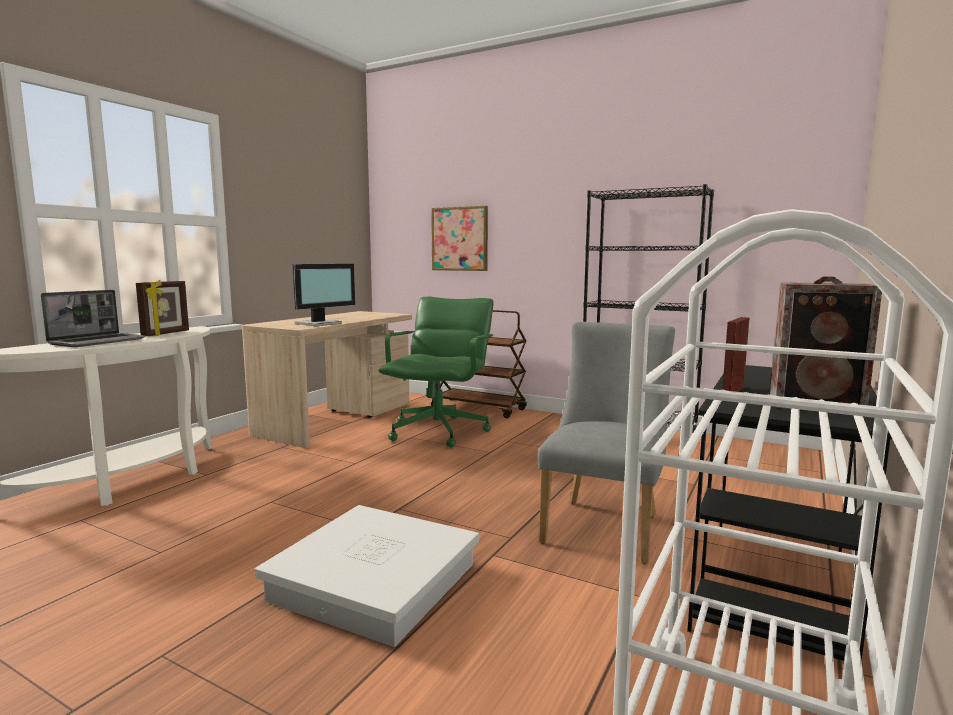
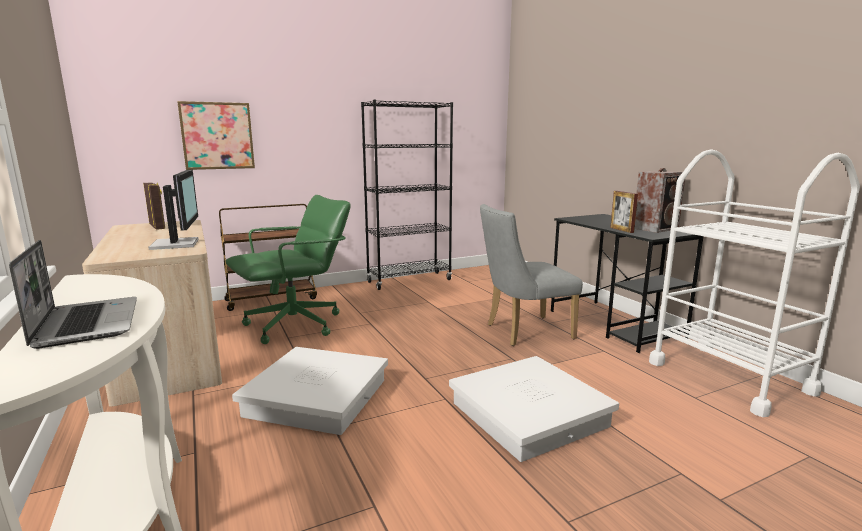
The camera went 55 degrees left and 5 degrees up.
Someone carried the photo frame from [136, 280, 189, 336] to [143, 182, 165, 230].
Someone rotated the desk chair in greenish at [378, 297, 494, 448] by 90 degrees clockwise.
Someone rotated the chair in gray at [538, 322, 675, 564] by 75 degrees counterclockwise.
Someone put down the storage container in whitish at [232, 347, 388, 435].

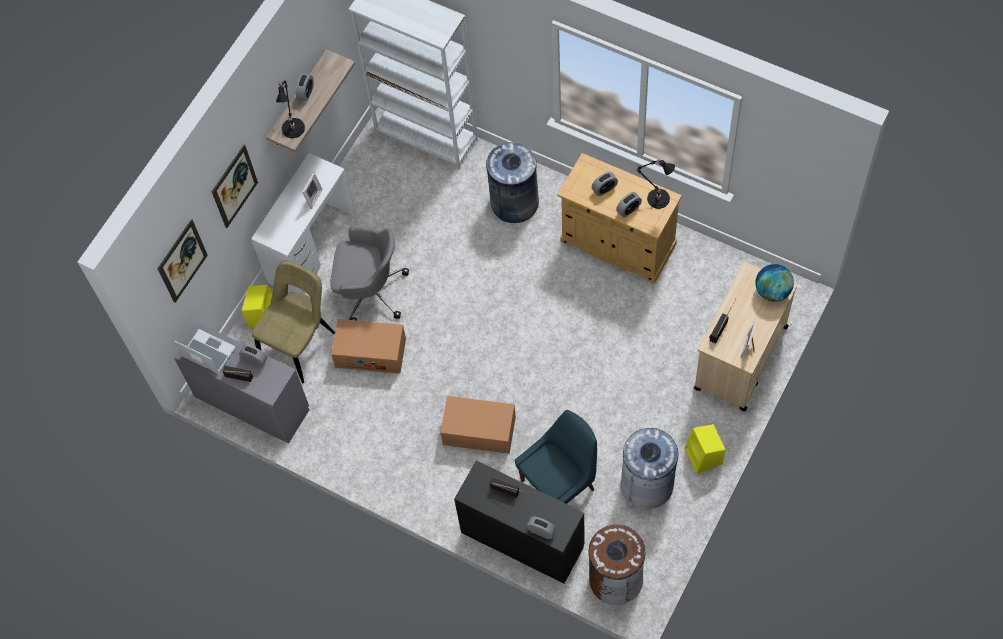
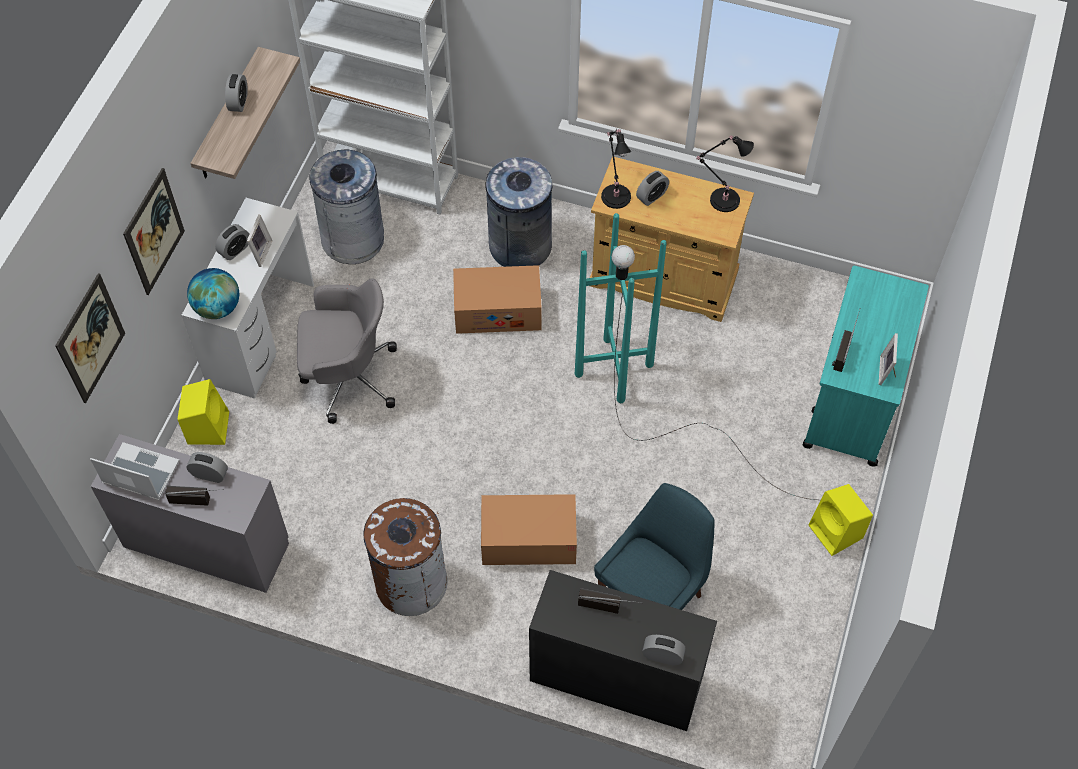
The camera went 15 degrees left and 5 degrees down.
Someone took away the chair in beige at [252, 261, 335, 383].
Someone carried the tabletop lamp in black from [276, 80, 305, 138] to [601, 129, 631, 209].
Someone carried the carton from [331, 319, 406, 374] to [453, 265, 542, 334].
Someone carried the waste bin in brownish from [589, 525, 645, 605] to [364, 498, 448, 616].
Someone carried the table clock from [616, 192, 642, 218] to [215, 224, 250, 260].
Someone carried the waste bin in gray from [621, 428, 678, 509] to [309, 150, 384, 264].
Someone repainted the wheeled cart in beige at [694, 262, 797, 411], which became the wheeled cart in turquoise at [803, 266, 929, 467].
Someone carried the desk globe from [755, 264, 794, 302] to [187, 268, 239, 319].
Someone put down the standing lamp in turquoise at [575, 213, 817, 500].

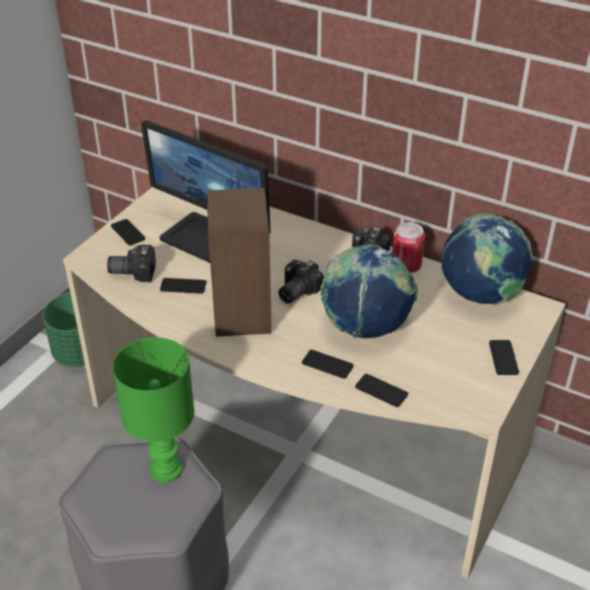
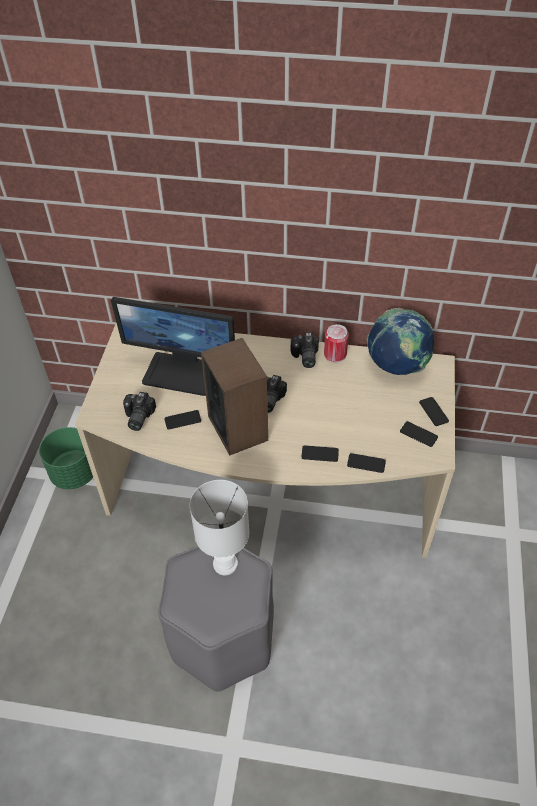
The camera went 20 degrees left and 10 degrees up.
Someone rotated the still camera at [107, 245, 156, 282] by 60 degrees counterclockwise.
Someone carried the handset from [111, 219, 145, 245] to [400, 421, 438, 447].
Someone repainted the tabletop lamp in greenish at [113, 337, 195, 483], which became the tabletop lamp in whitish at [190, 480, 249, 575].
Someone took away the desk globe at [321, 244, 418, 339].

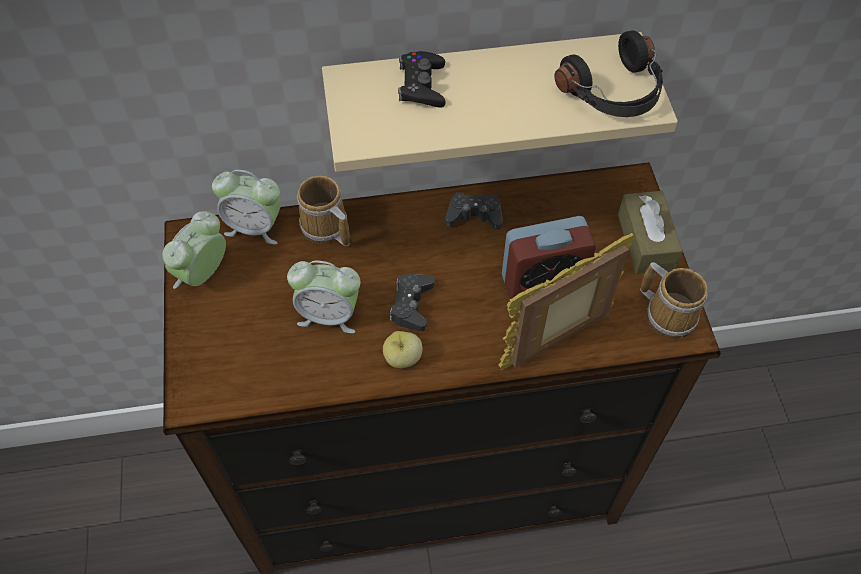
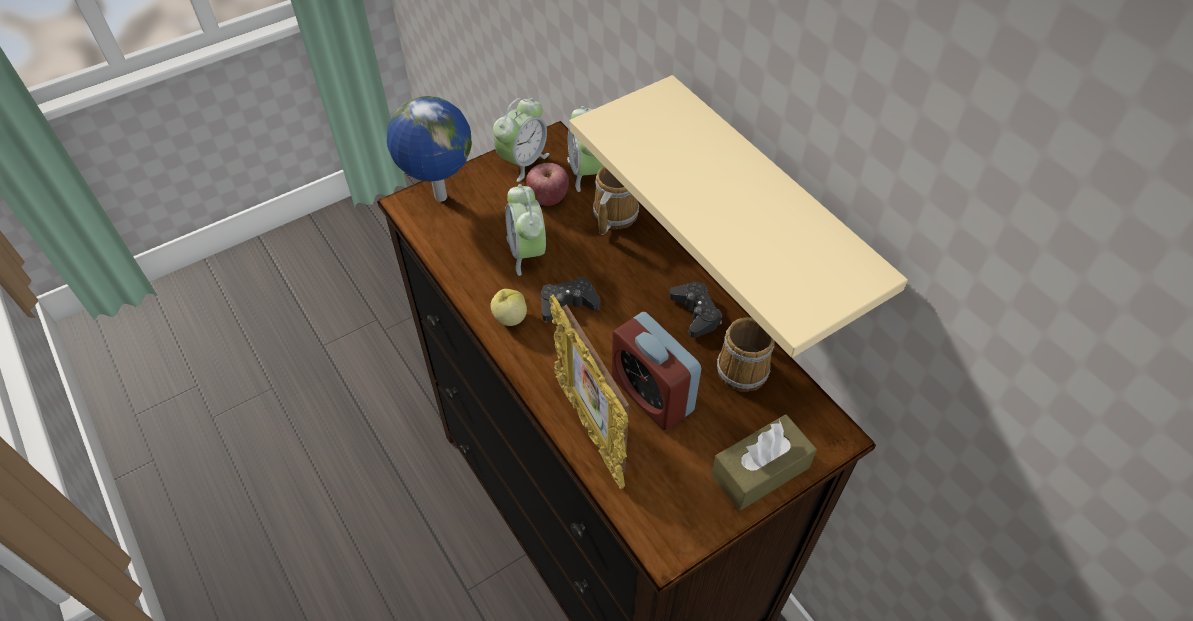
The camera went 65 degrees right and 5 degrees down.
Someone rotated the table clock at [162, 211, 226, 289] by 120 degrees clockwise.
Someone took away the joypad in black at [398, 51, 445, 108].
Someone rotated the photo frame at [499, 233, 634, 370] by 150 degrees counterclockwise.
Someone took away the pair of headphones in black at [554, 30, 663, 117].
Someone carried the coffee mug from [640, 262, 708, 339] to [717, 317, 774, 392].
Someone put down the desk globe at [387, 96, 472, 202].
Someone put down the apple fruit at [526, 163, 569, 206].

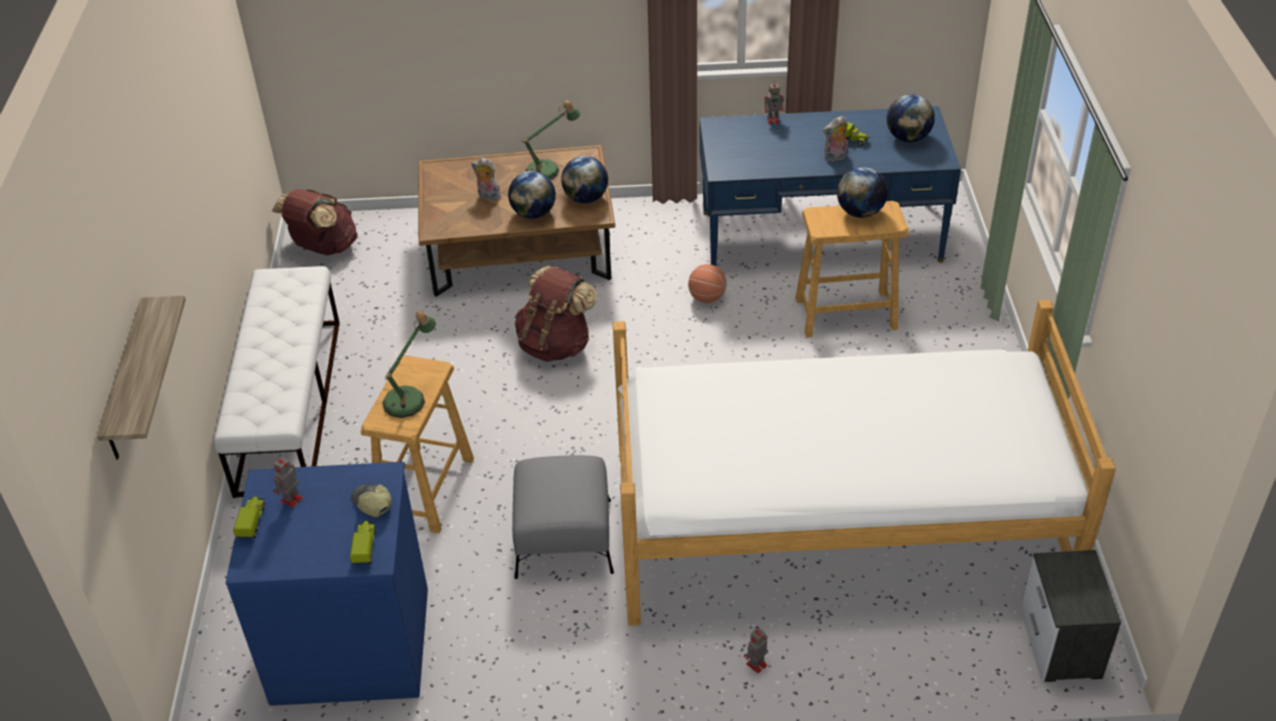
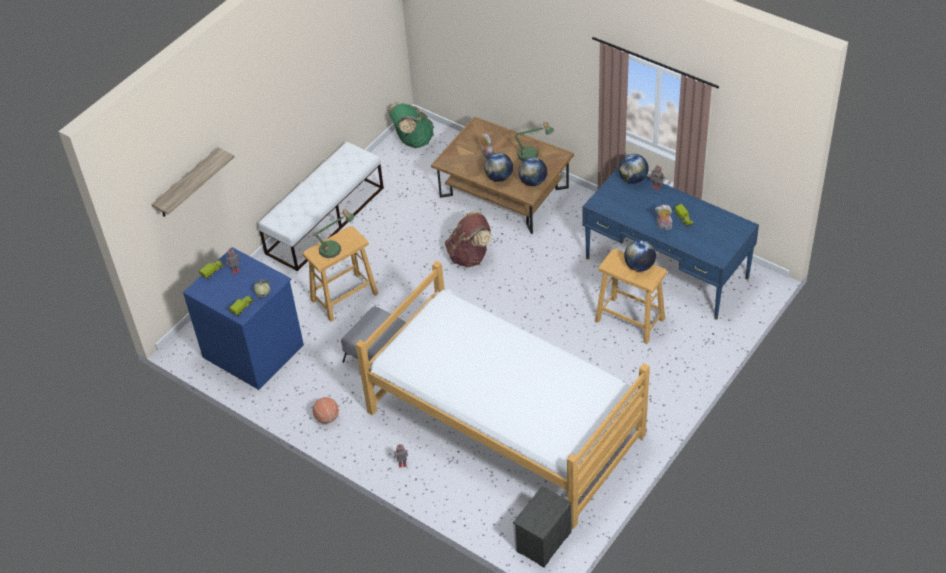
The camera went 40 degrees right and 5 degrees up.
Someone repainted the knapsack in brownish at [272, 189, 358, 255], which became the knapsack in greenish at [387, 103, 434, 148].
Someone carried the basketball from [688, 264, 727, 303] to [313, 397, 339, 424].
Someone carried the desk globe from [887, 94, 935, 142] to [618, 154, 649, 184].

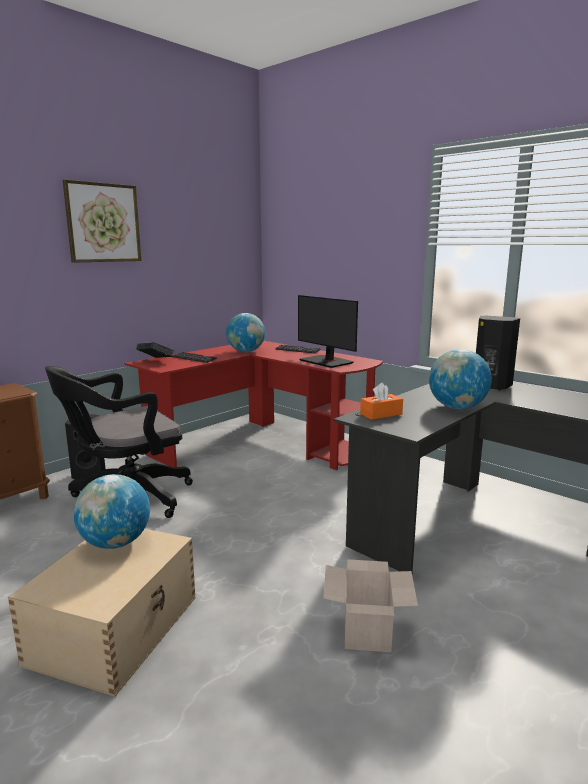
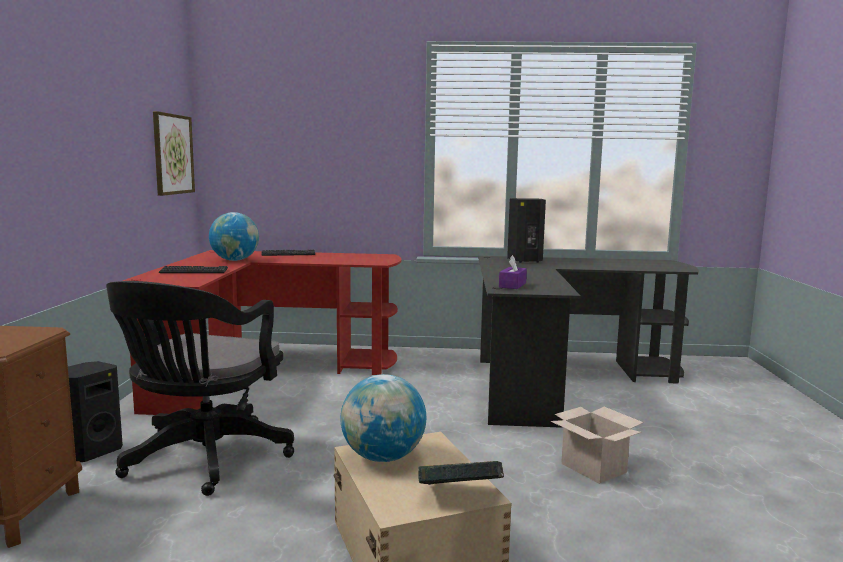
The camera went 40 degrees left and 5 degrees down.
Someone carried the wall art from [63, 180, 142, 263] to [153, 111, 195, 196].
Someone carried the book from [136, 342, 174, 358] to [418, 461, 504, 485].
Someone took away the computer screen at [298, 295, 358, 368].
Someone repainted the box of tissues in orange at [360, 383, 403, 420], which became the box of tissues in purple-coloured at [499, 255, 527, 289].
Someone took away the desk globe at [429, 349, 492, 409].

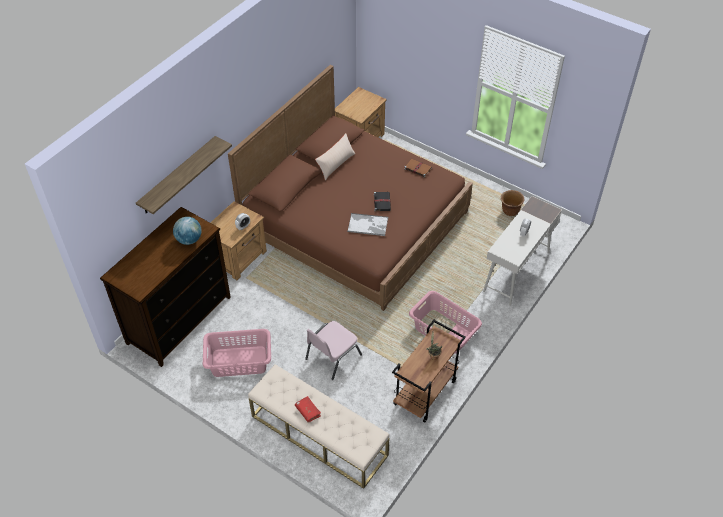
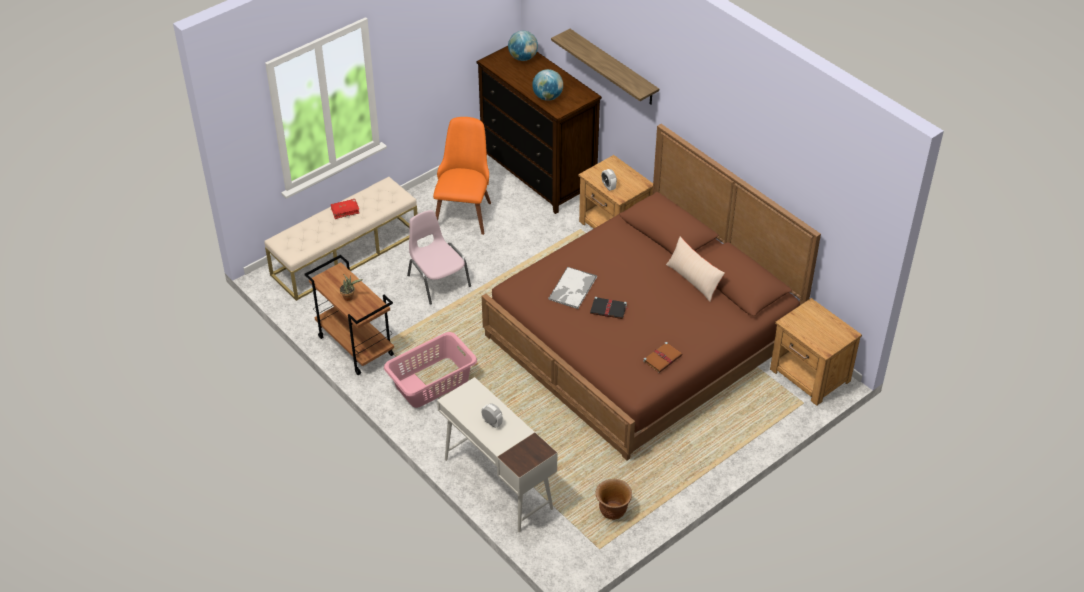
The camera went 105 degrees right and 5 degrees down.
Someone swapped the hamper in pink at [203, 329, 271, 377] for the chair in orange at [433, 117, 491, 235].
Someone put down the desk globe at [508, 31, 538, 61].

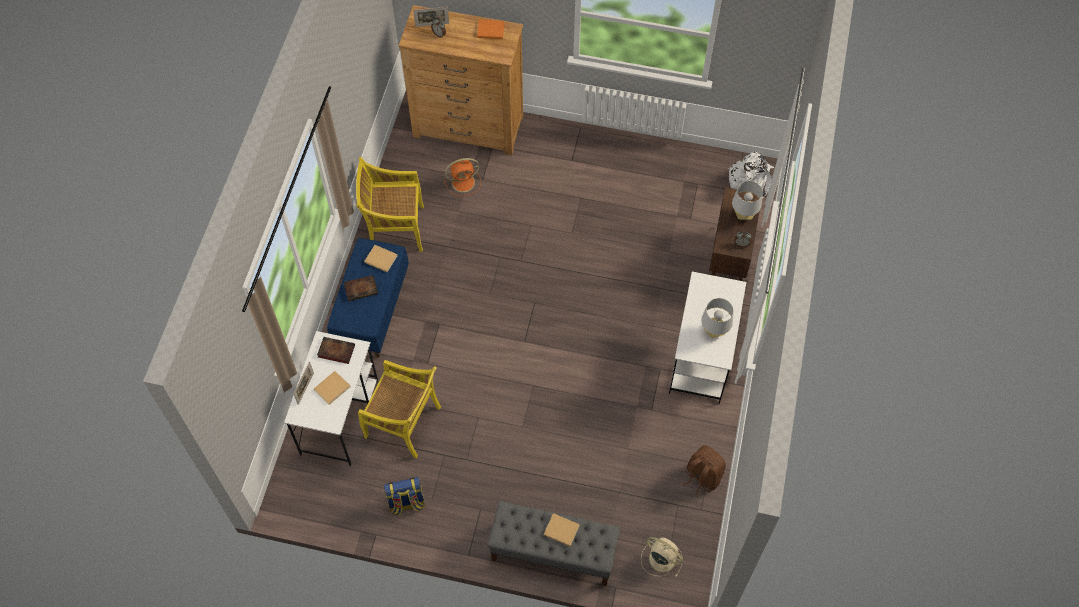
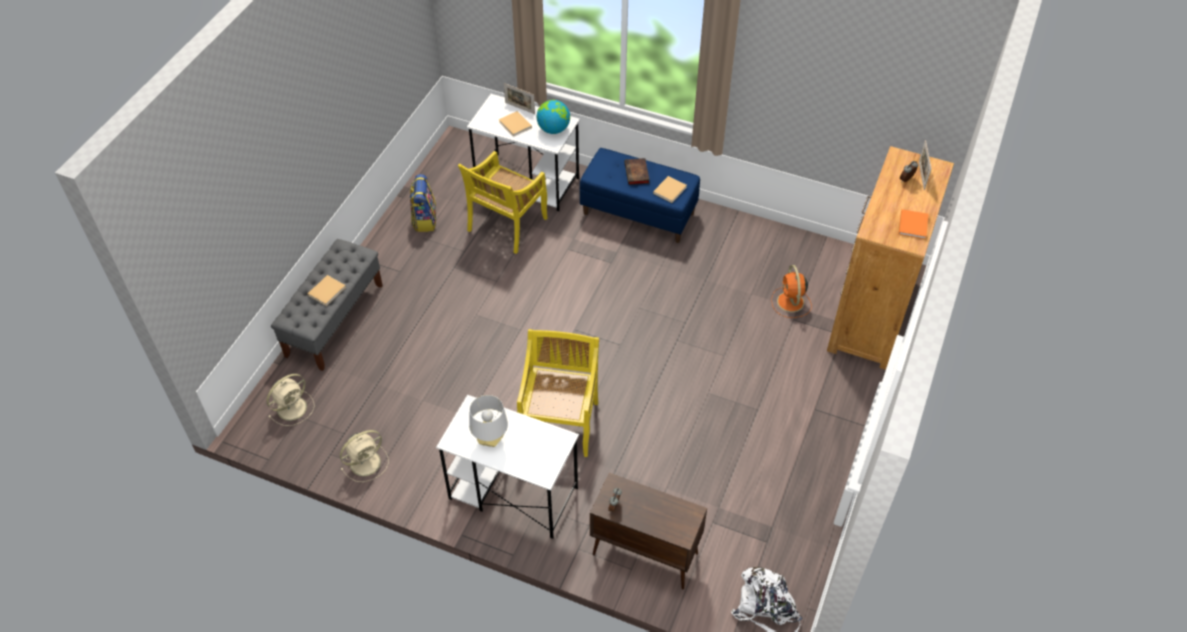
The camera went 100 degrees right and 10 degrees down.
Someone swapped the book at [317, 337, 355, 364] for the desk globe at [537, 100, 570, 134].
Someone carried the chair in yellow-coloured from [356, 157, 424, 252] to [517, 329, 599, 457].
Someone swapped the knapsack in brownish at [683, 445, 726, 496] for the fan in beige at [340, 430, 389, 482].
Someone took away the tabletop lamp in gray at [732, 181, 763, 220].

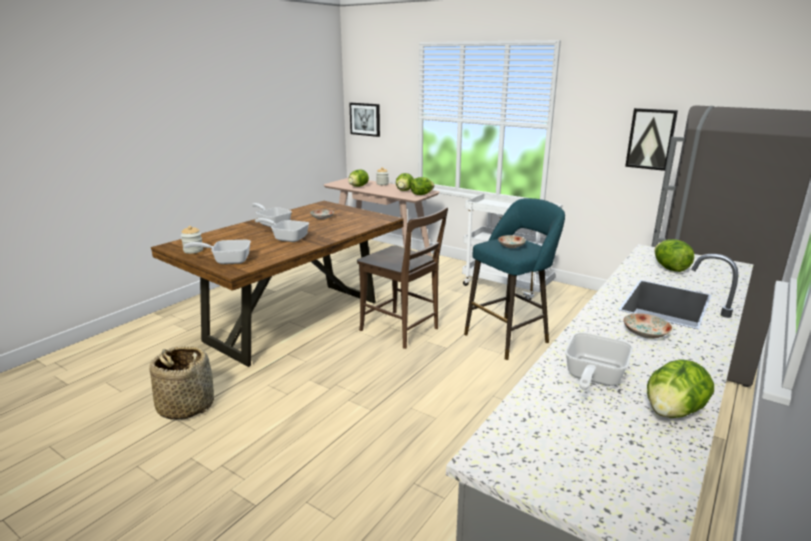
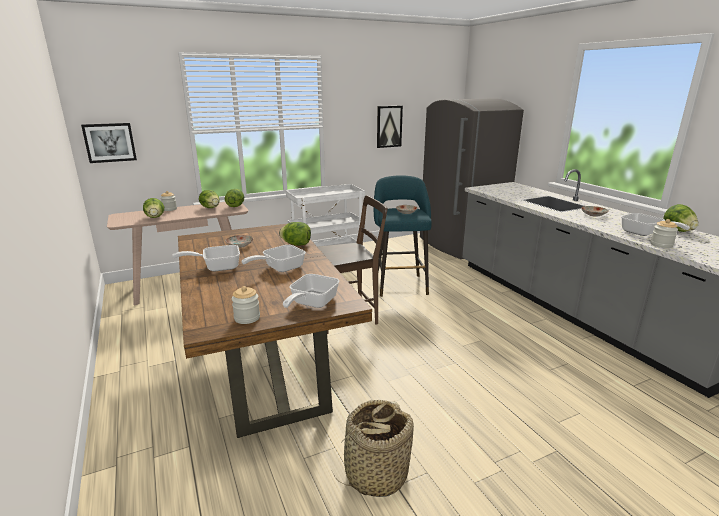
The camera went 60 degrees left and 0 degrees up.
Someone carried the lettuce head from [654, 239, 694, 272] to [279, 222, 311, 246].
Someone put down the jar at [650, 219, 678, 248].

